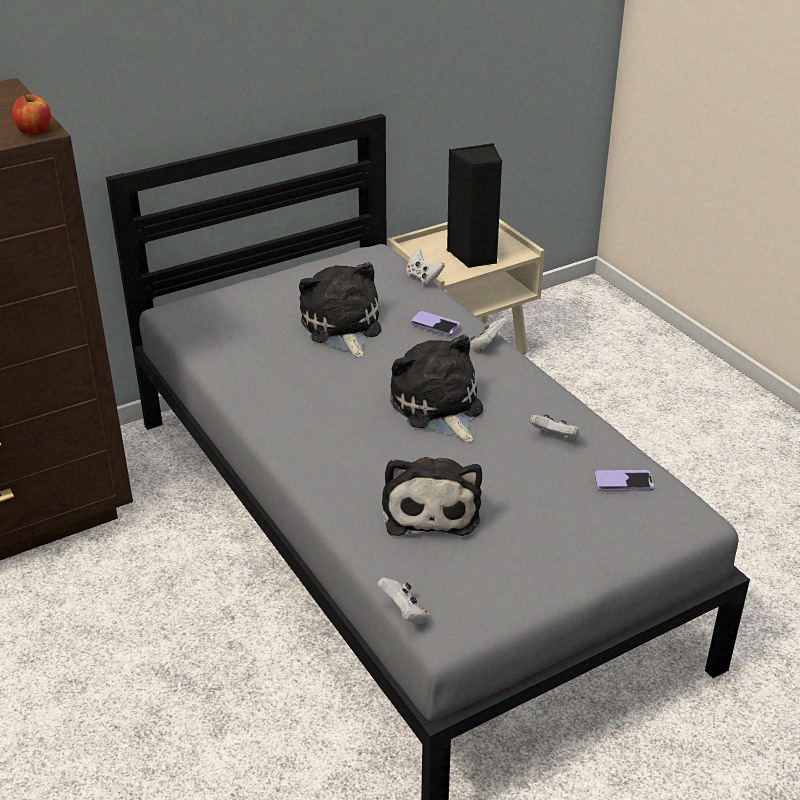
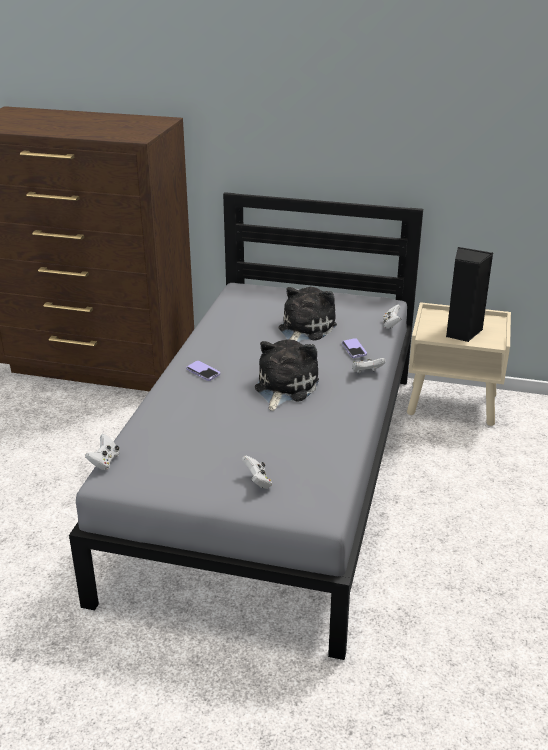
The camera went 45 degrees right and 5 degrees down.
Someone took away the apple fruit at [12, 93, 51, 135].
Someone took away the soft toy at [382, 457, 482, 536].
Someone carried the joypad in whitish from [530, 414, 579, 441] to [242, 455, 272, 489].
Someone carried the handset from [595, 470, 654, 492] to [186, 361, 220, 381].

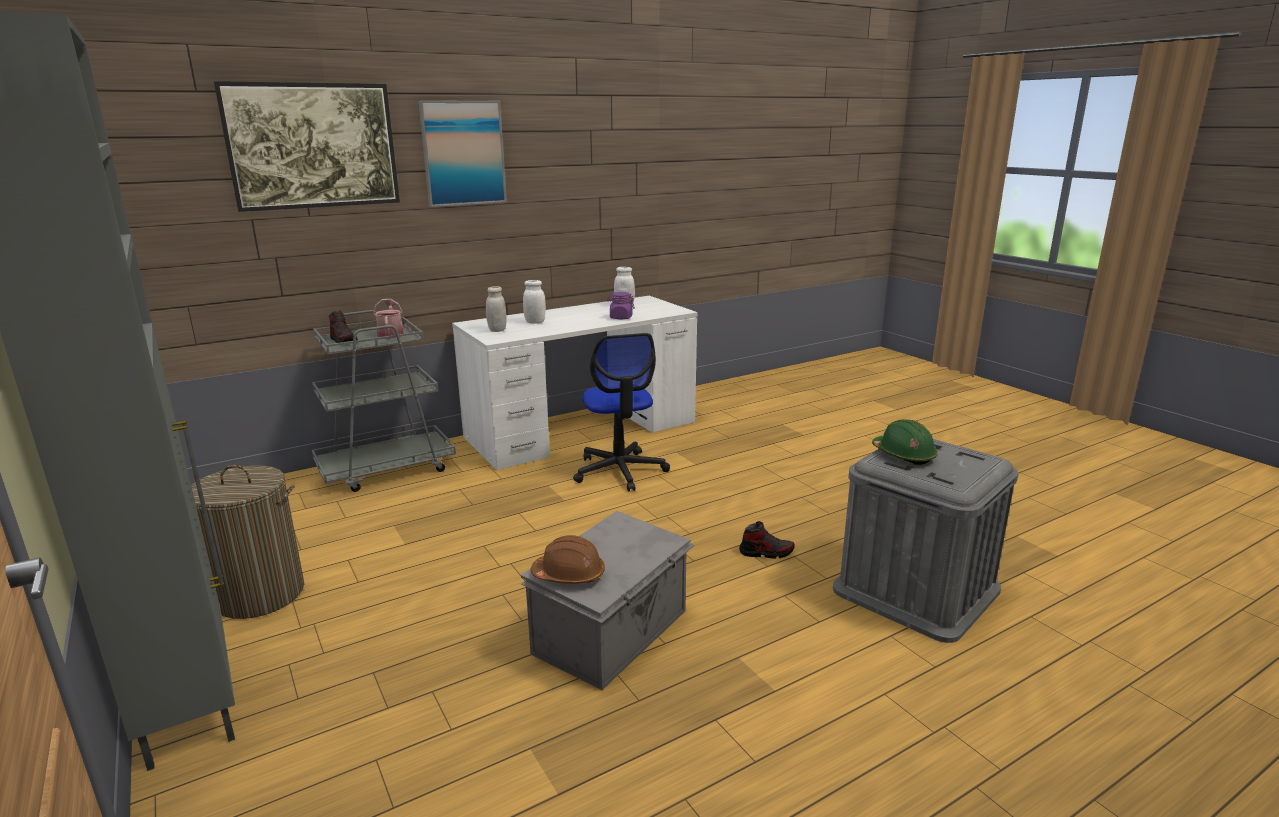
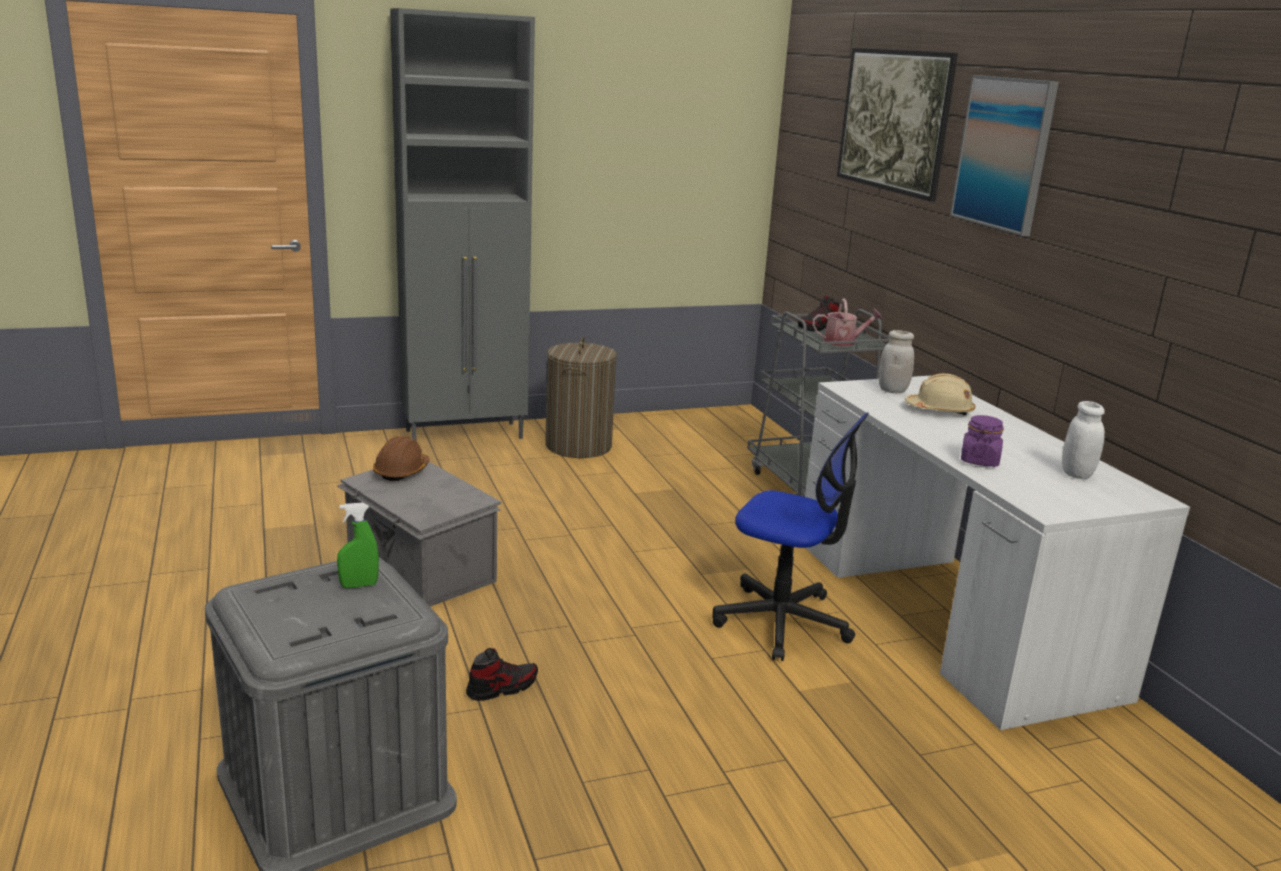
The camera went 100 degrees right and 0 degrees up.
Someone swapped the jar in whitish at [523, 280, 546, 324] for the safety helmet in beige at [905, 373, 975, 416].
Someone rotated the desk chair at [573, 333, 670, 491] by 150 degrees counterclockwise.
Someone rotated the low shoe at [739, 521, 795, 559] by 135 degrees counterclockwise.
Someone swapped the safety helmet in greenish at [872, 419, 937, 465] for the hand sprayer in greenish at [337, 503, 379, 588].

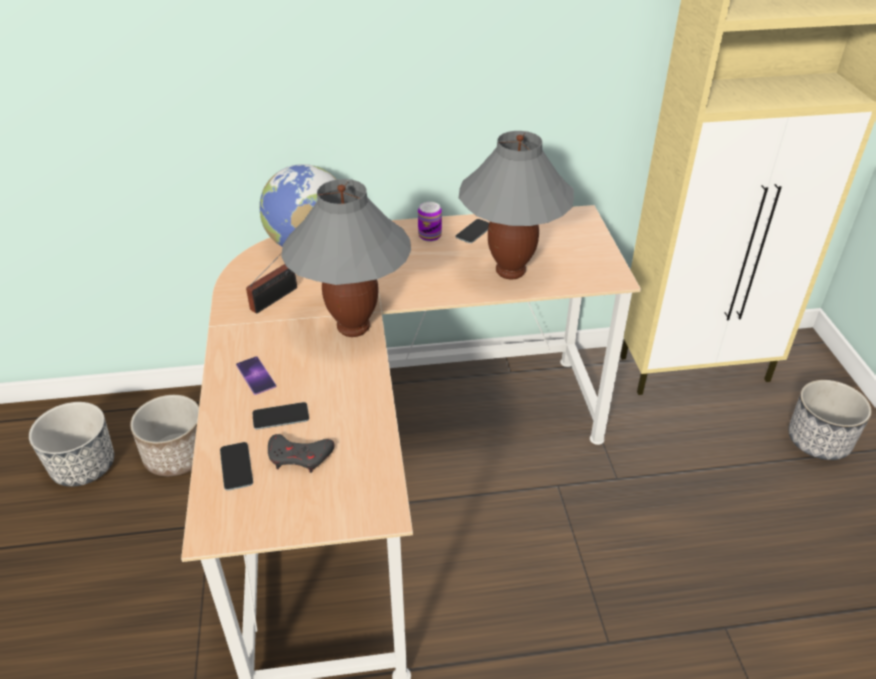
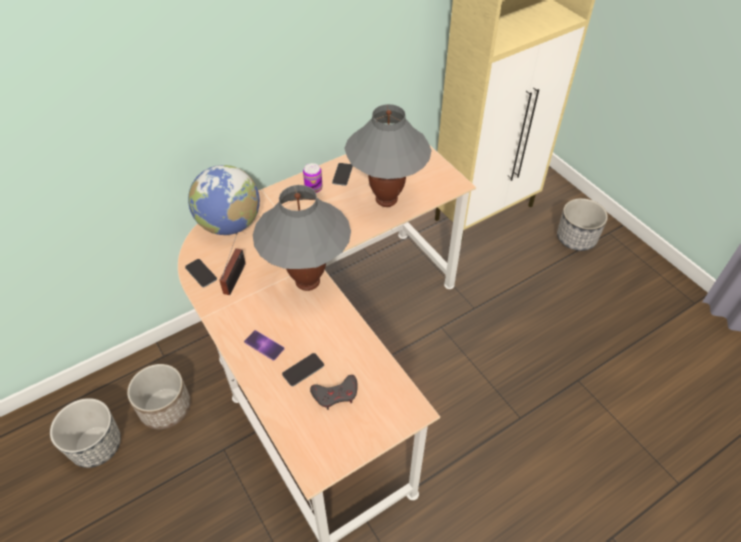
The camera went 25 degrees left and 10 degrees up.
Someone carried the handset from [220, 442, 253, 491] to [185, 259, 217, 287].

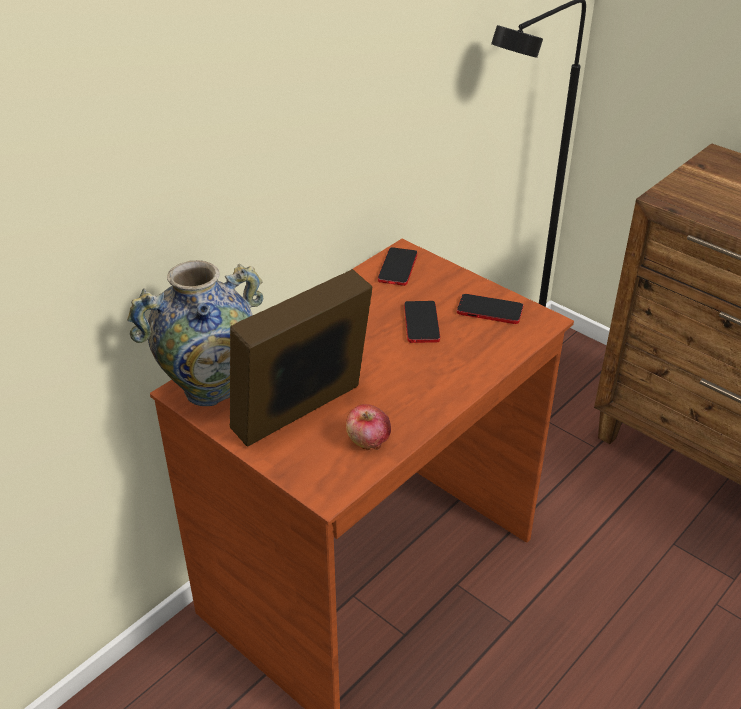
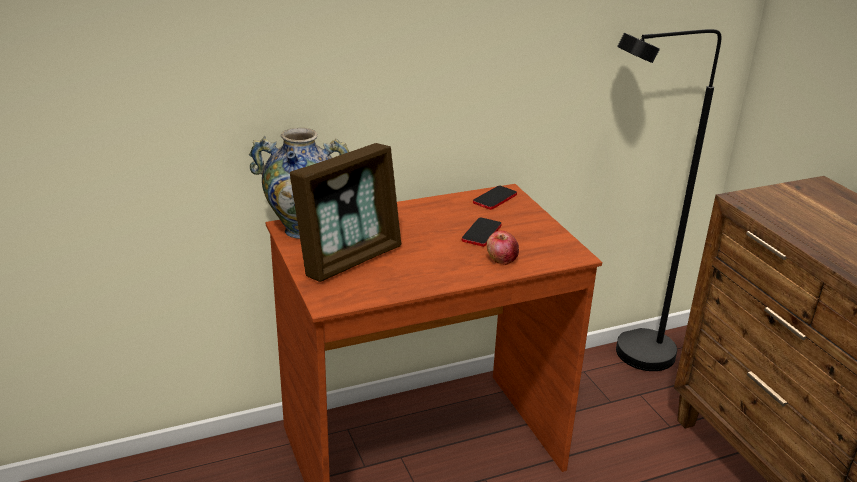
The camera went 25 degrees right and 10 degrees down.
Someone rotated the photo frame at [230, 269, 372, 447] by 150 degrees clockwise.
Someone carried the apple fruit from [346, 404, 391, 450] to [487, 231, 519, 265].
Someone took away the handset at [457, 294, 523, 324].

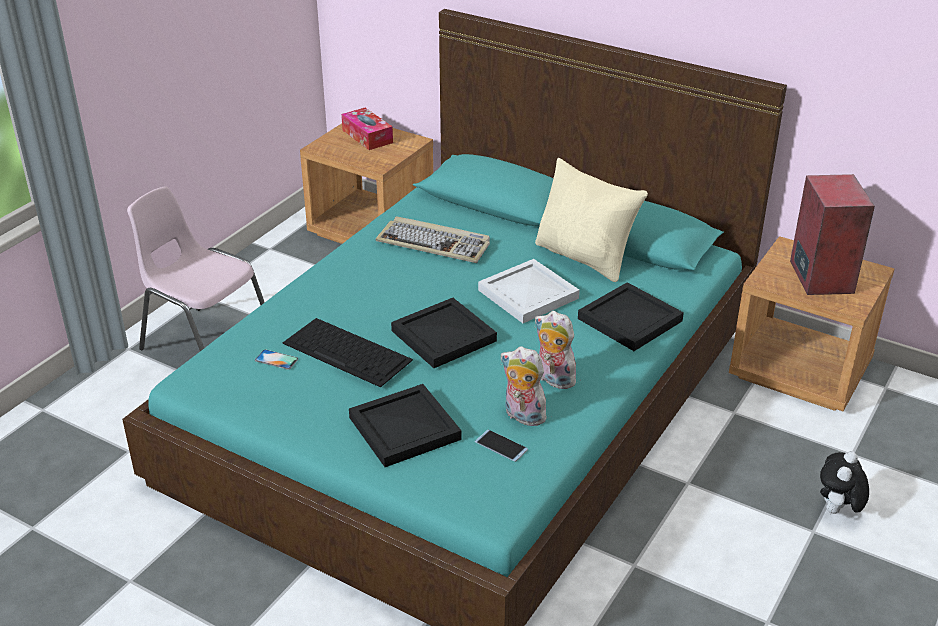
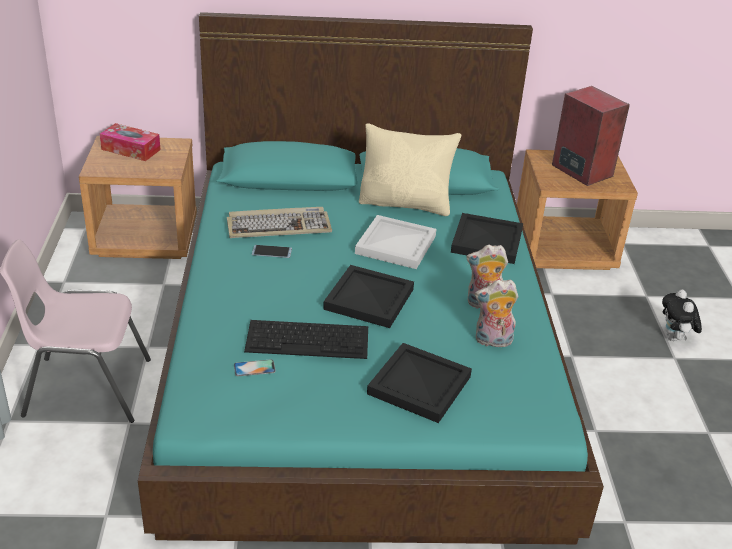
The camera went 35 degrees left and 0 degrees up.
Someone carried the handset from [475, 430, 528, 462] to [252, 245, 292, 258].

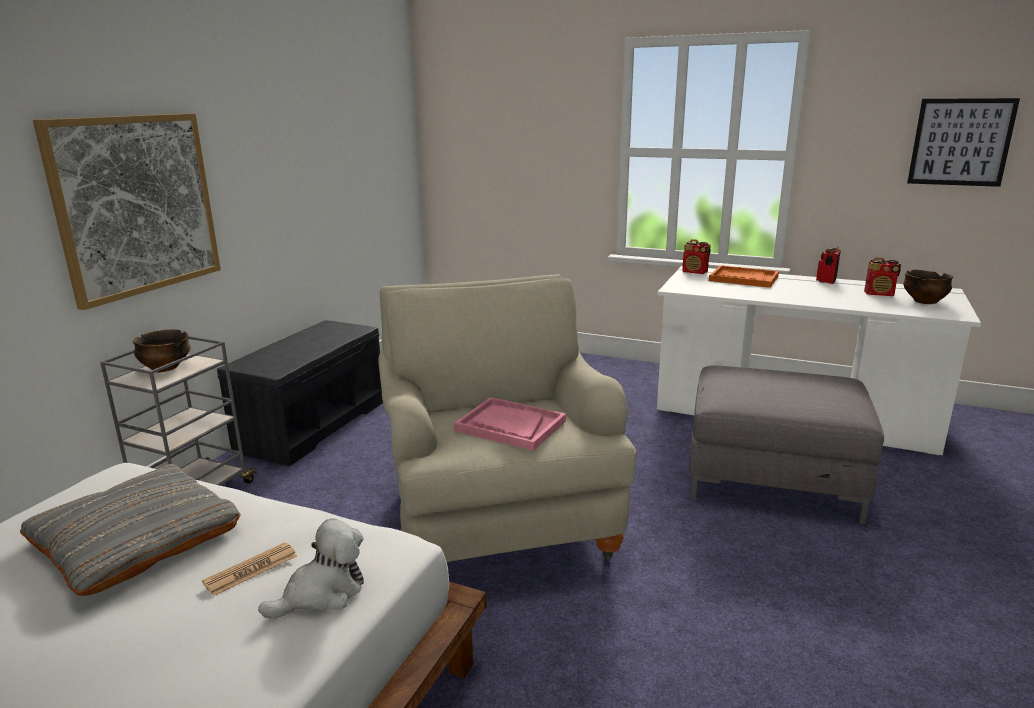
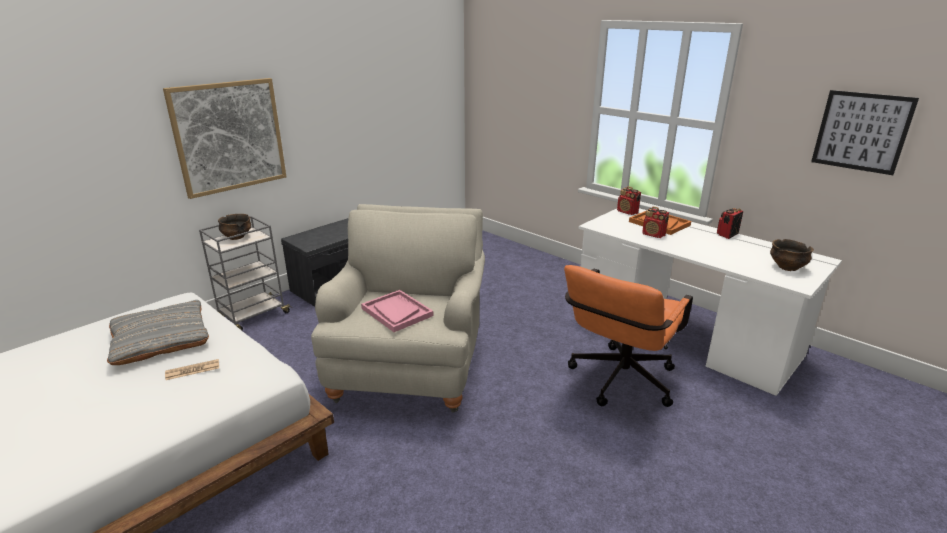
The camera went 20 degrees right and 5 degrees up.
Someone took away the soft toy at [258, 518, 364, 619].
Someone swapped the footrest in gray at [689, 366, 884, 524] for the desk chair in orange at [564, 265, 693, 407].
Someone carried the radio receiver from [864, 257, 901, 296] to [642, 206, 669, 238].

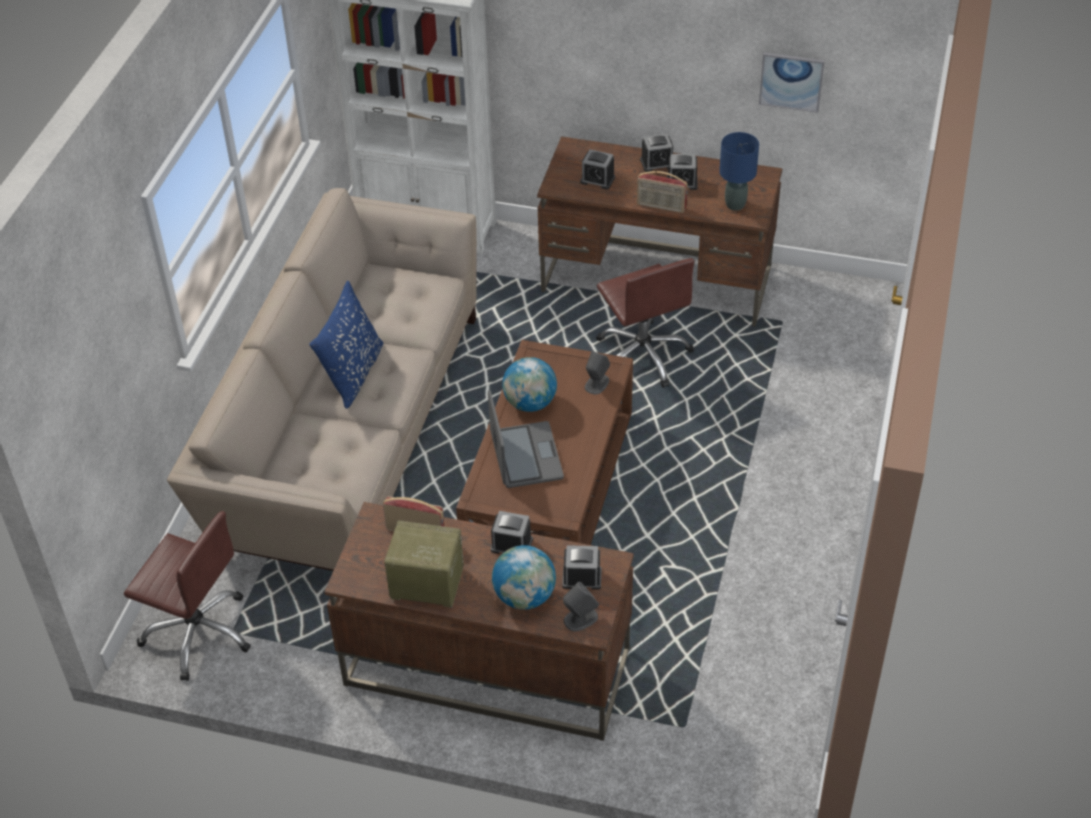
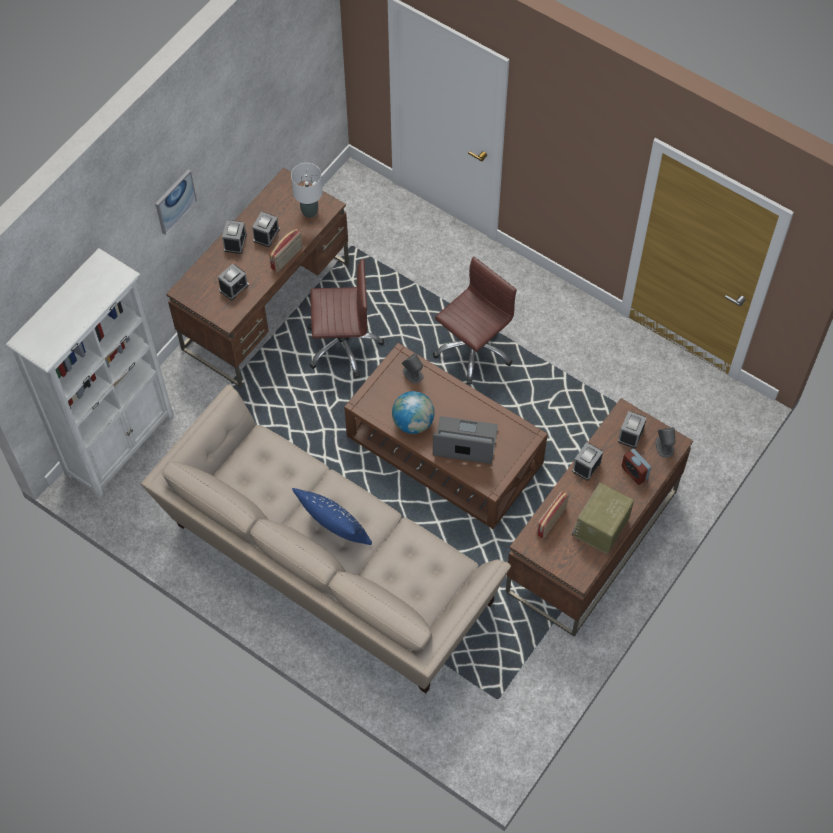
The camera went 70 degrees left and 15 degrees up.
Someone carried the desk chair in brownish from [124, 511, 251, 681] to [433, 257, 517, 385].
Someone swapped the desk globe at [492, 545, 556, 610] for the table clock at [622, 449, 651, 485].
Someone repainted the tabletop lamp in bluish at [719, 132, 759, 211], which became the tabletop lamp in whitish at [291, 163, 323, 218].
Someone carried the wall art from [759, 52, 825, 113] to [155, 170, 197, 235].

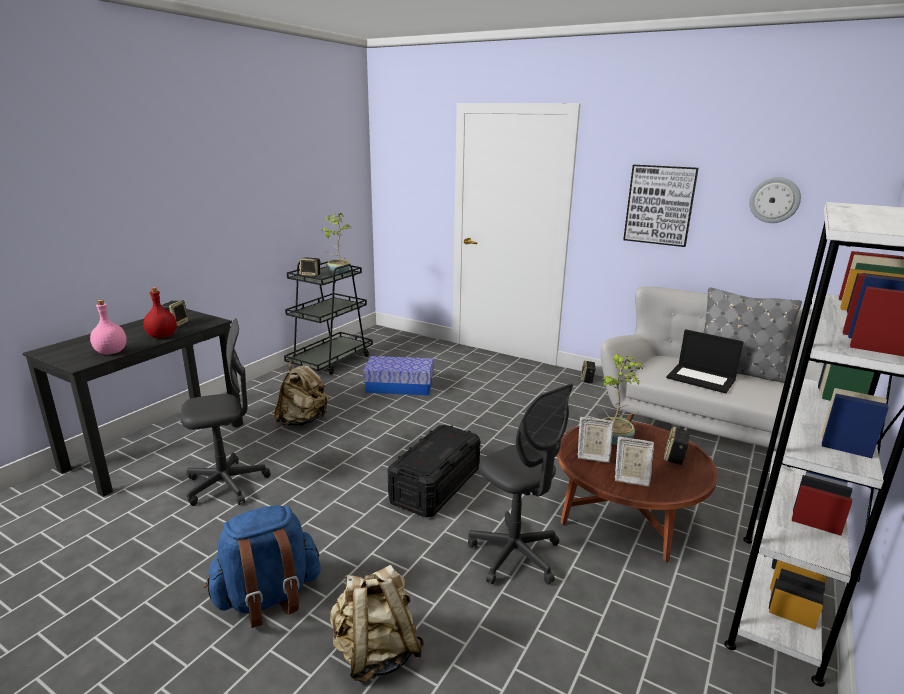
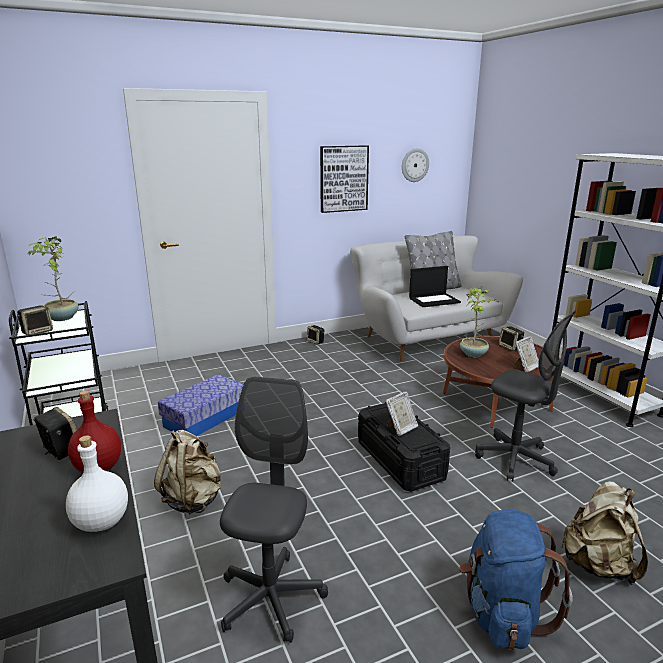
The camera went 55 degrees left and 0 degrees up.
Someone repainted the beverage bottle in pink at [90, 300, 127, 355], which became the beverage bottle in whitish at [66, 435, 128, 532].
Someone rotated the desk chair in gray at [468, 383, 573, 585] by 45 degrees clockwise.
Someone carried the photo frame from [577, 417, 614, 463] to [385, 392, 418, 436].

